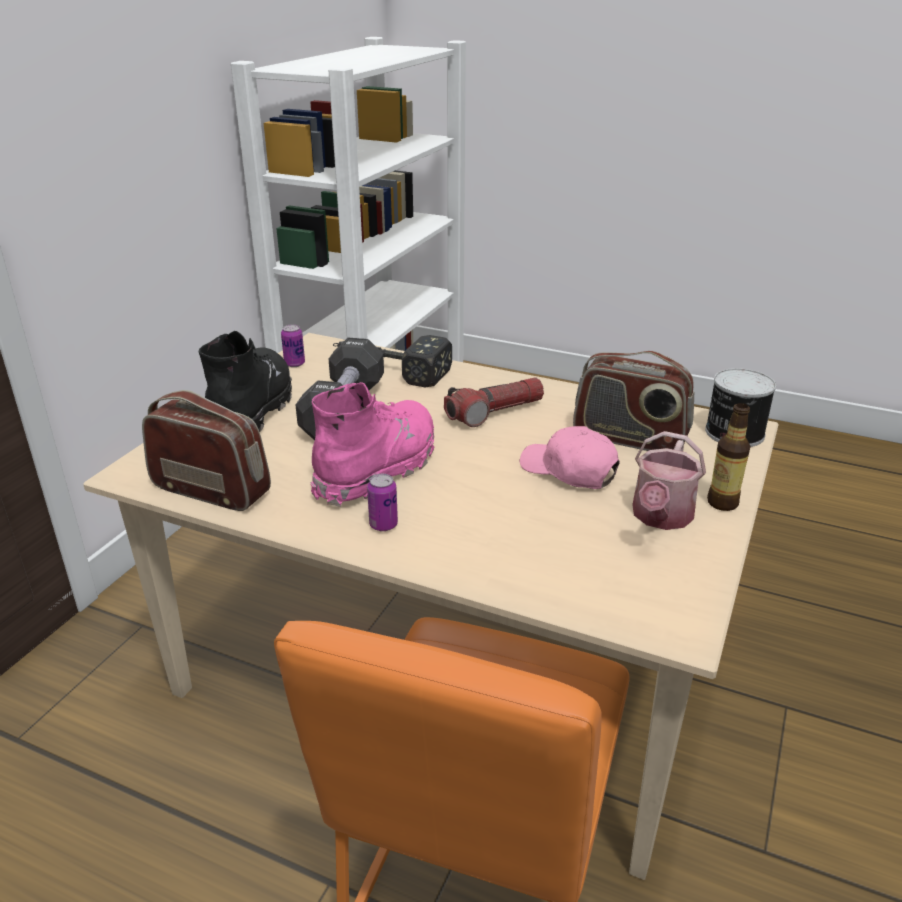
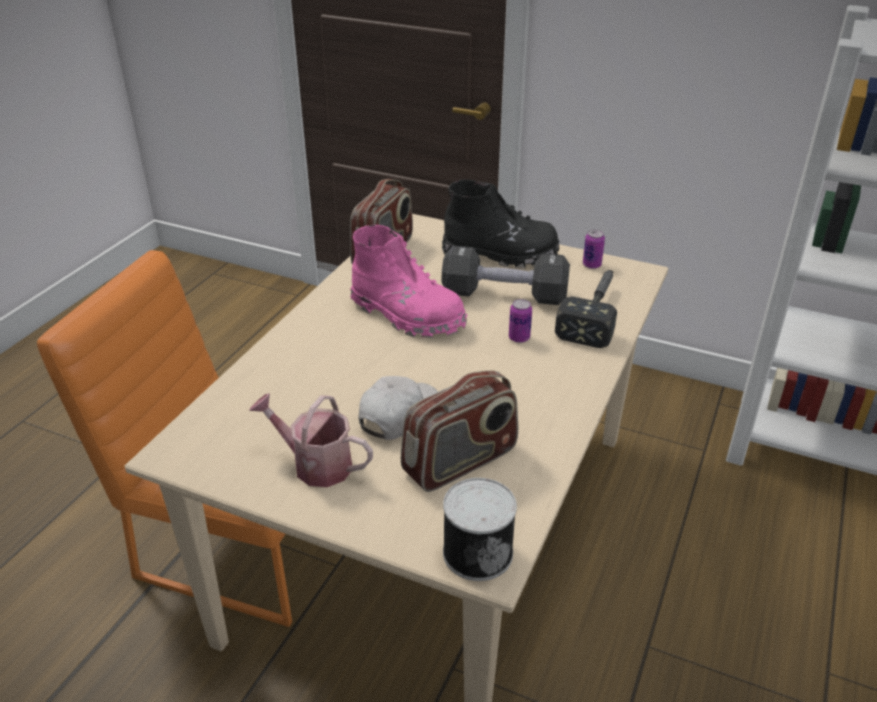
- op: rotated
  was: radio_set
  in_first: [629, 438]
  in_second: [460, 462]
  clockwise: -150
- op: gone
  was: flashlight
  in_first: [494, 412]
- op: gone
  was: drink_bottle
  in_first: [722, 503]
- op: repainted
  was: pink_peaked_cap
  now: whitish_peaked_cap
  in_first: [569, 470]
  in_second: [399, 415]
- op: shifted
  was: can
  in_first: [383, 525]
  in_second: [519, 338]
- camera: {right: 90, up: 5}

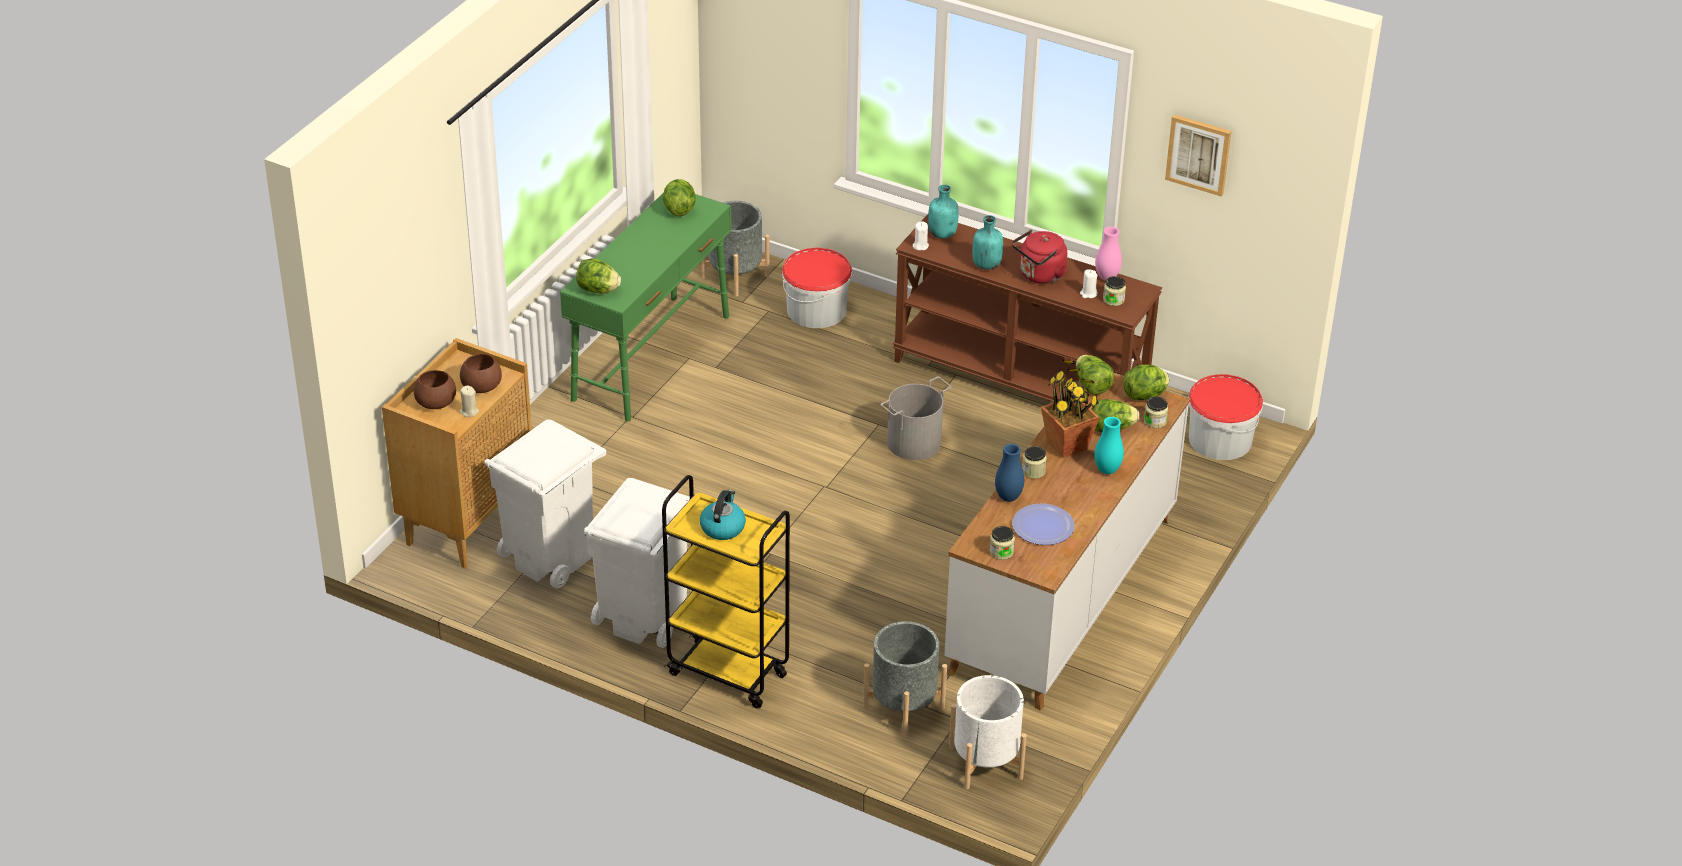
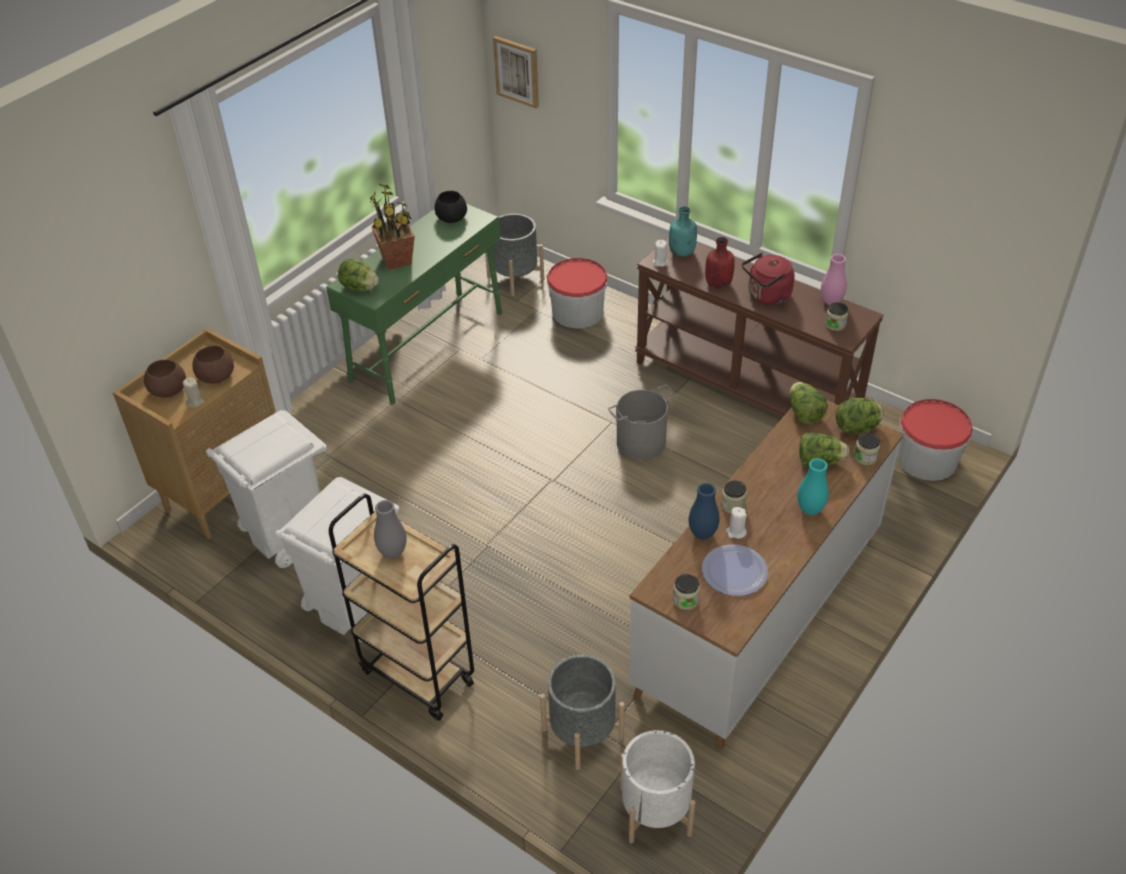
- op: shifted
  was: wall_art
  in_first: [1199, 154]
  in_second: [517, 71]
- op: swapped
  was: head_of_lettuce
  now: black-coloured_serving_bowl
  in_first: [678, 209]
  in_second: [451, 218]
- op: repainted
  was: turquoise_drink_bottle
  now: red_drink_bottle
  in_first: [986, 265]
  in_second: [718, 283]
- op: shifted
  was: whitish_wax_light
  in_first: [1088, 294]
  in_second: [736, 532]
- op: shifted
  was: plant_in_a_pot
  in_first: [1067, 445]
  in_second: [397, 260]
- op: repainted
  was: yellow_wheeled_cart
  now: brownish_wheeled_cart
  in_first: [725, 675]
  in_second: [415, 678]
- op: swapped
  was: kettle
  now: grey_flower_vase
  in_first: [722, 527]
  in_second: [393, 552]
- camera: {right: 10, up: 5}

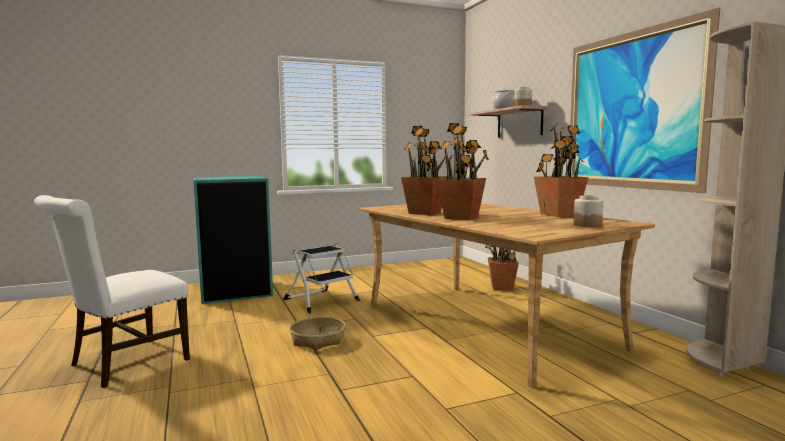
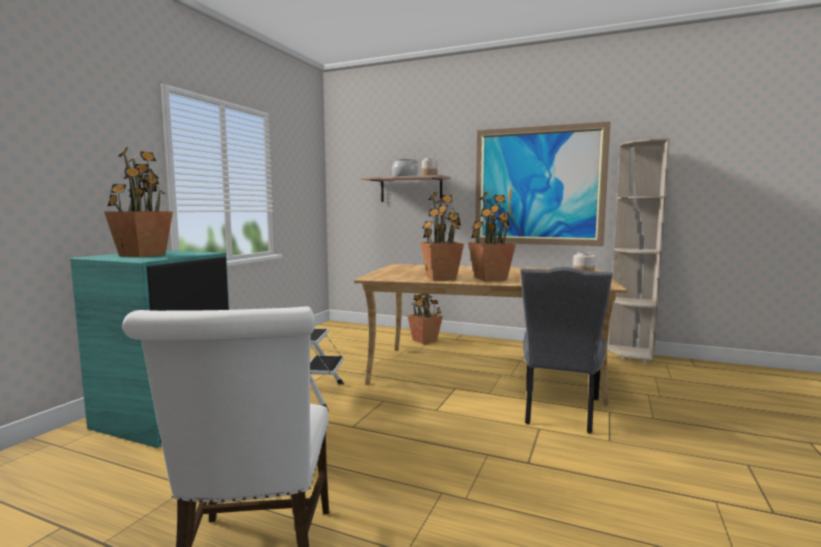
- op: shifted
  was: plant_in_a_pot
  in_first: [559, 214]
  in_second: [143, 255]
- op: gone
  was: basket
  in_first: [318, 340]
- op: new
  now: grey_chair
  in_second: [559, 409]
- camera: {right: -45, up: 0}

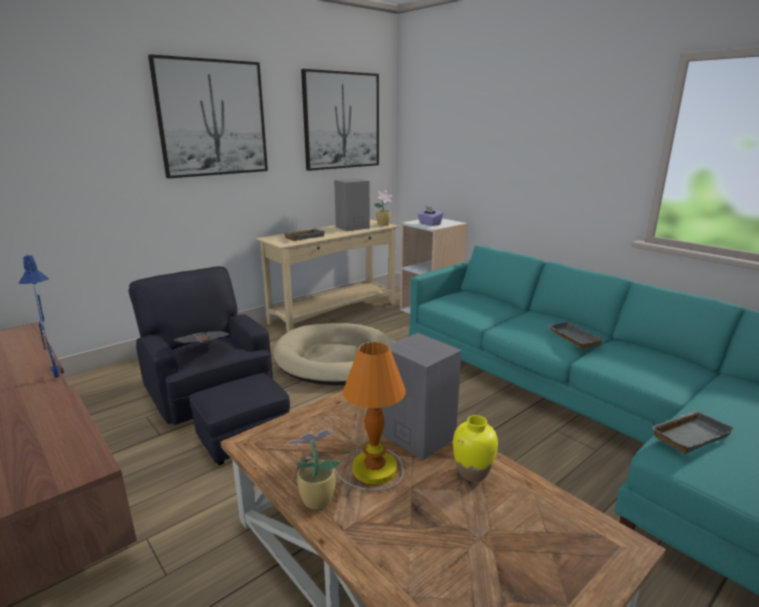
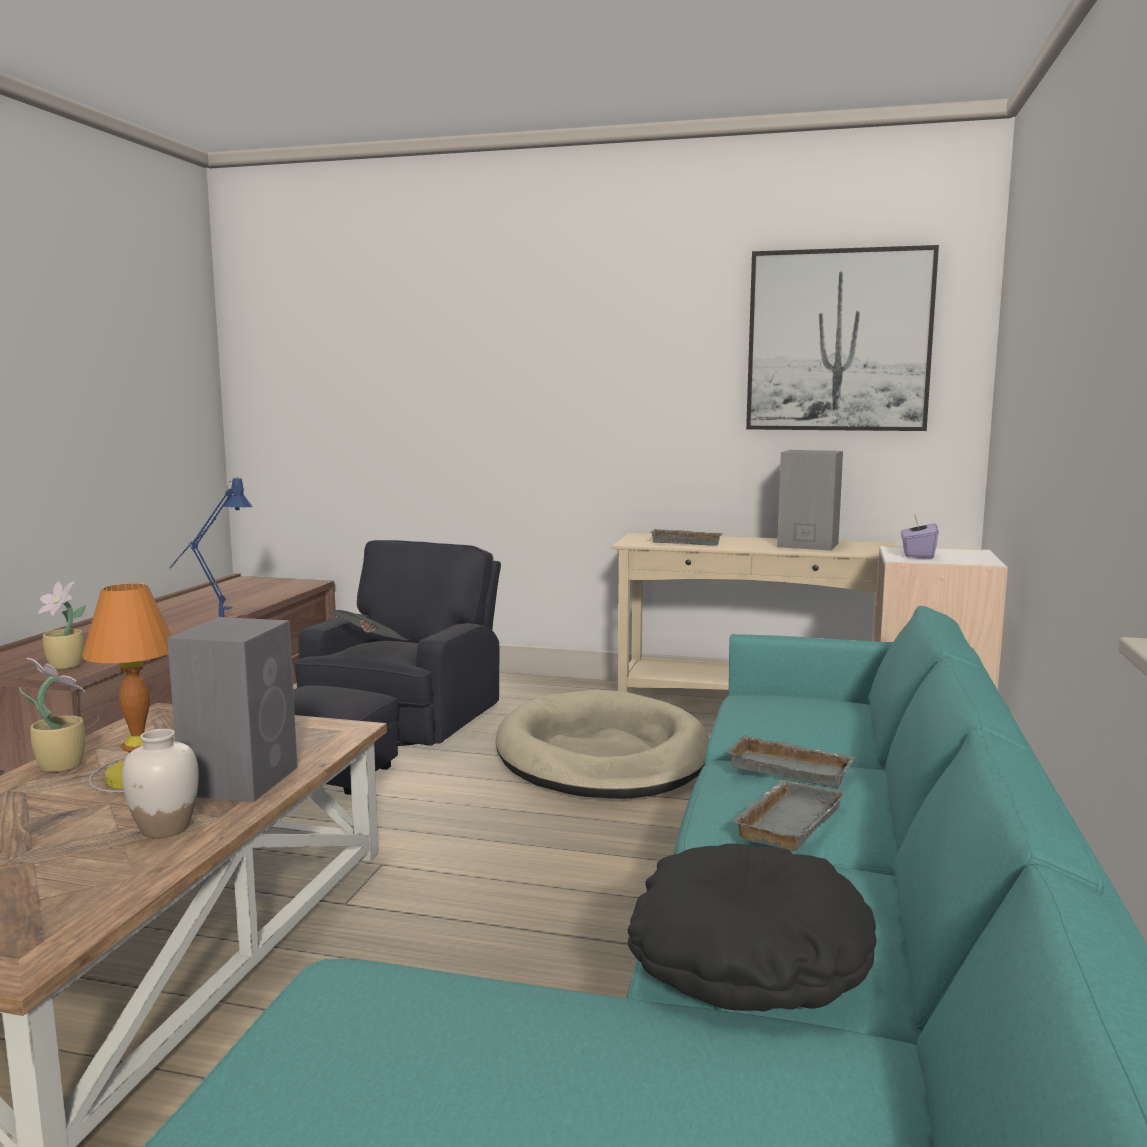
- op: gone
  was: wall_art
  in_first: [212, 118]
- op: shifted
  was: plant_in_a_pot
  in_first: [384, 225]
  in_second: [66, 666]
- op: shifted
  was: grey_tray
  in_first: [688, 435]
  in_second: [792, 768]
- op: repainted
  was: yellow_flower_vase
  now: whitish_flower_vase
  in_first: [473, 473]
  in_second: [164, 829]
- op: new
  now: black-coloured_throw_pillow
  in_second: [752, 960]
- camera: {right: 55, up: -10}

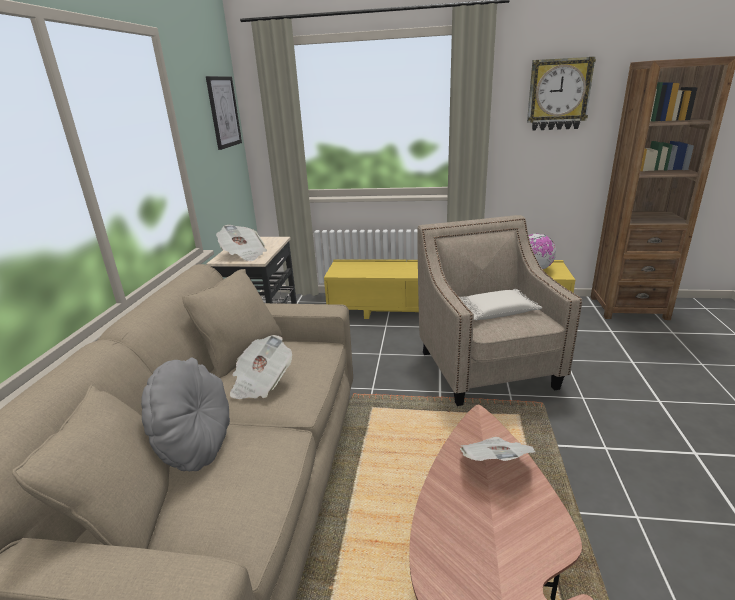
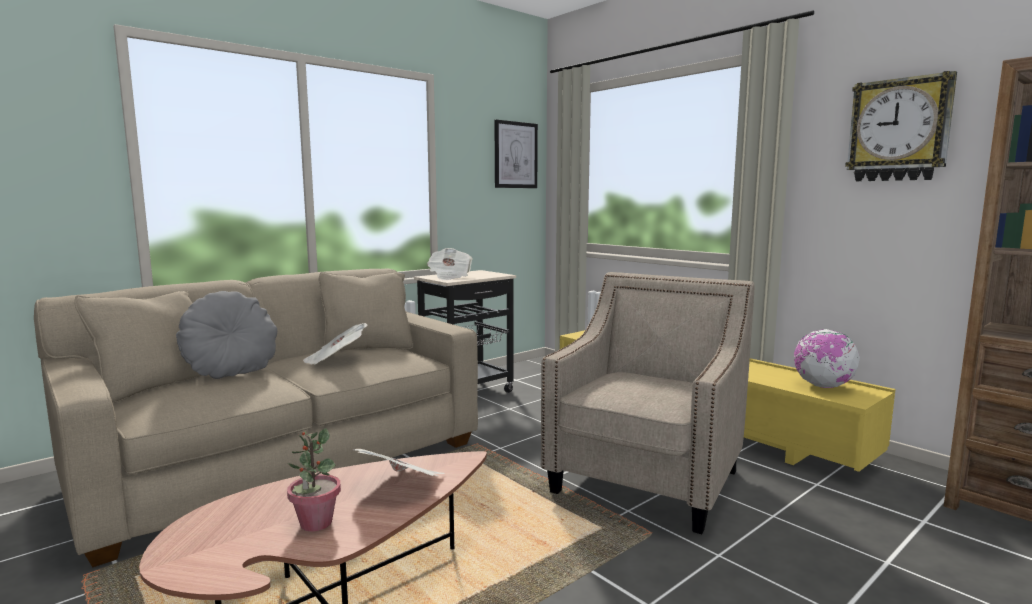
- op: gone
  was: whitish_throw_pillow
  in_first: [496, 309]
- op: new
  now: plant_in_a_pot
  in_second: [316, 523]
- camera: {right: 40, up: -15}

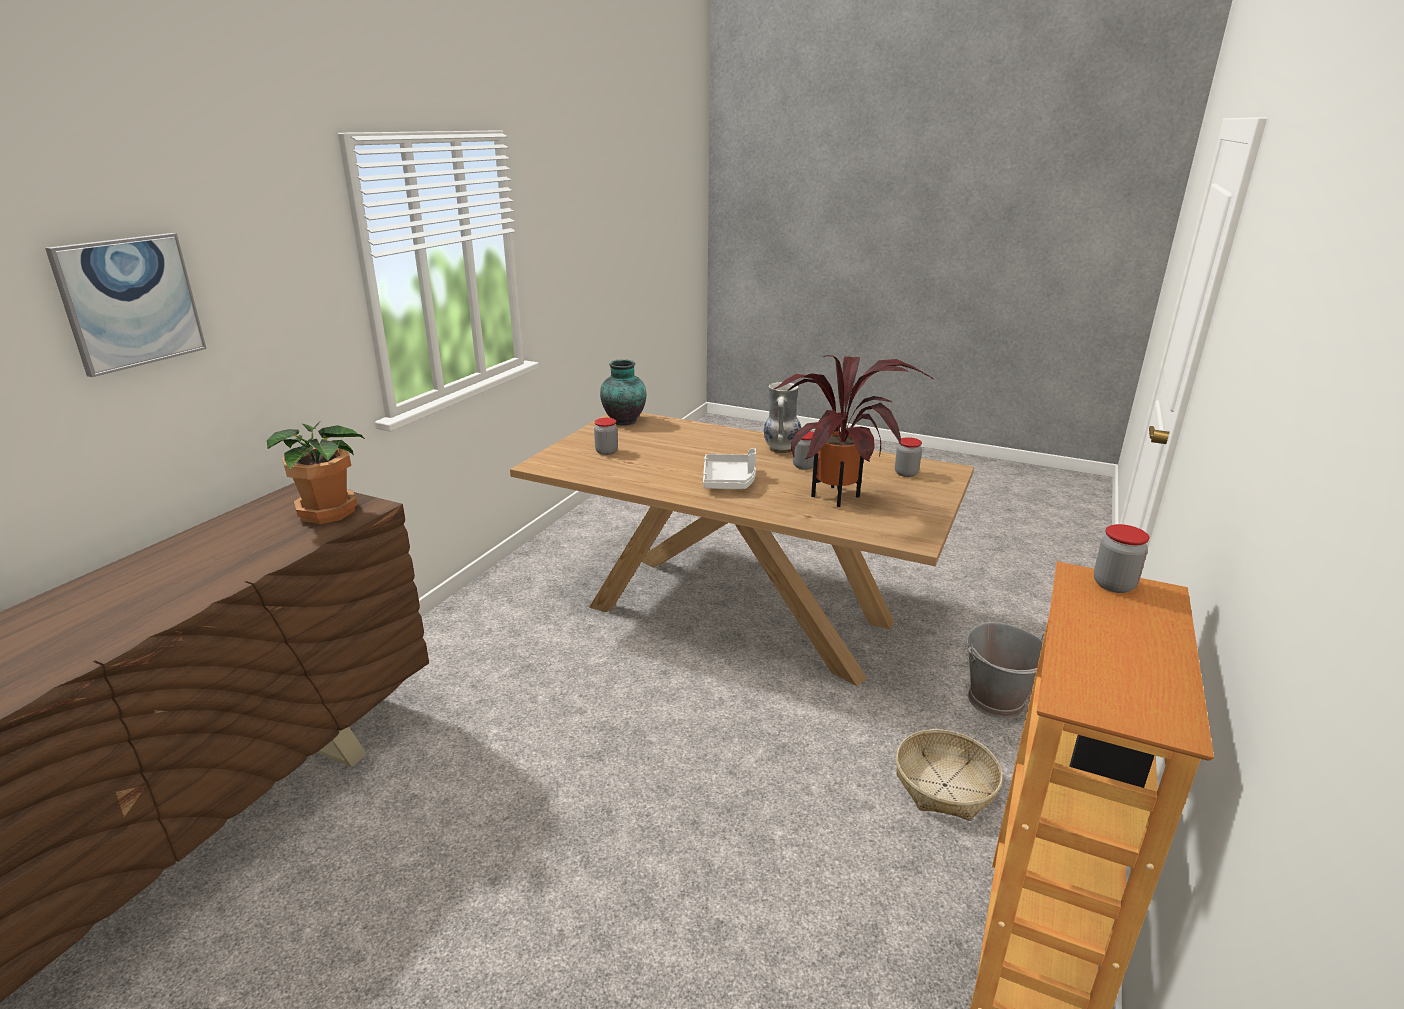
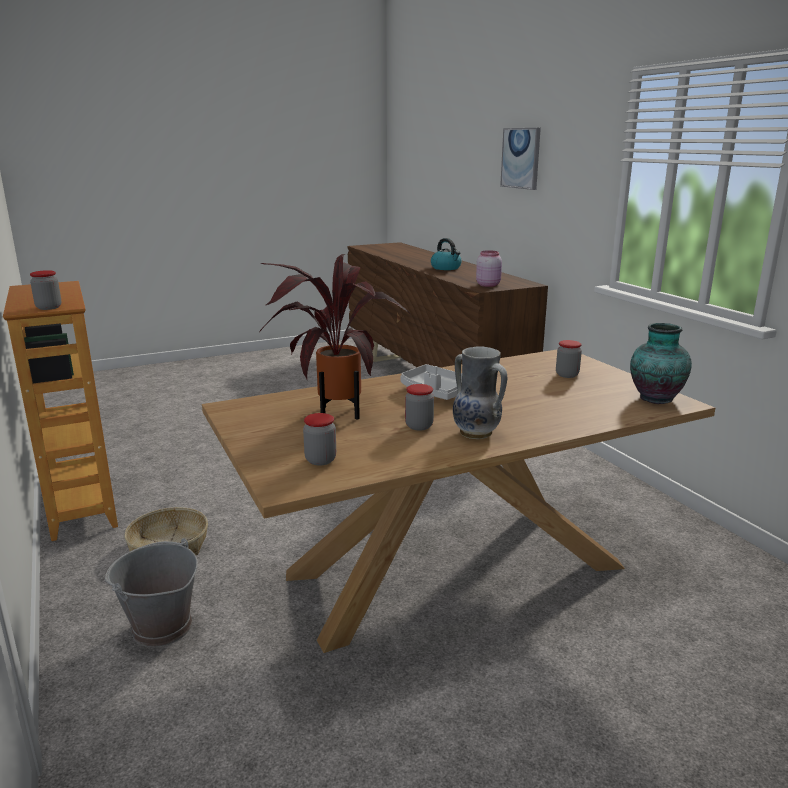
- op: swapped
  was: plant_in_a_pot
  now: pink_preserve_jar
  in_first: [330, 512]
  in_second: [488, 285]
- op: new
  now: kettle
  in_second: [446, 268]
- camera: {right: 130, up: -5}

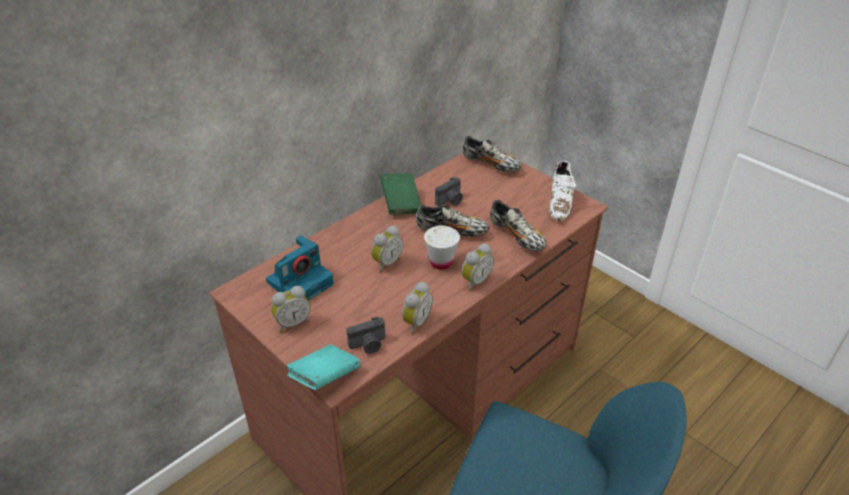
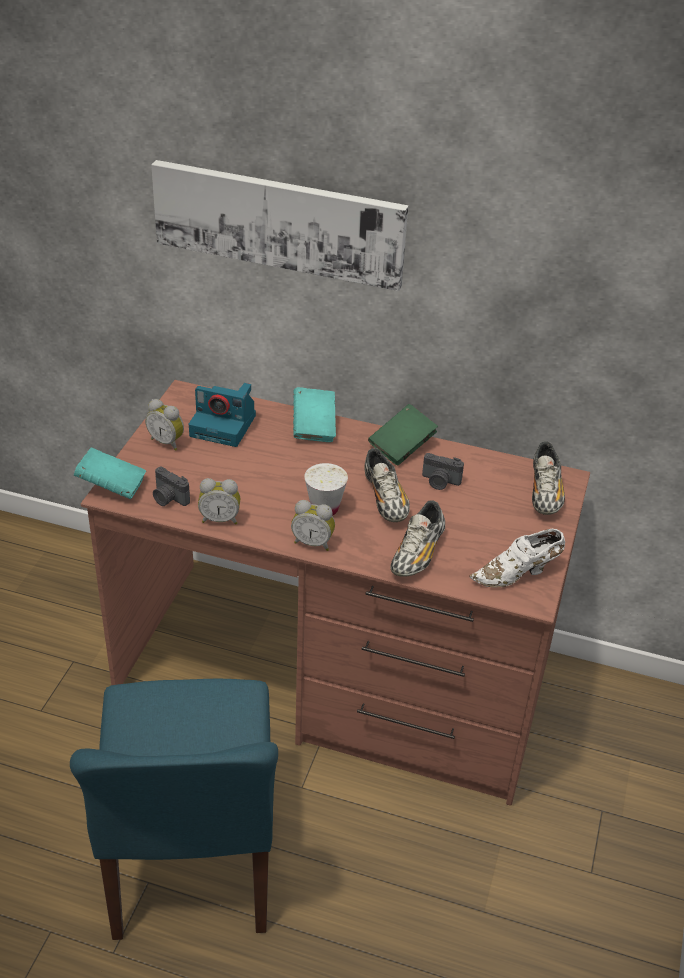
- op: gone
  was: bedside_clock
  in_first: [386, 263]
- op: new
  now: wall_art
  in_second: [279, 222]
- op: new
  now: turquoise_volume
  in_second: [314, 427]
- camera: {right: 60, up: 0}

